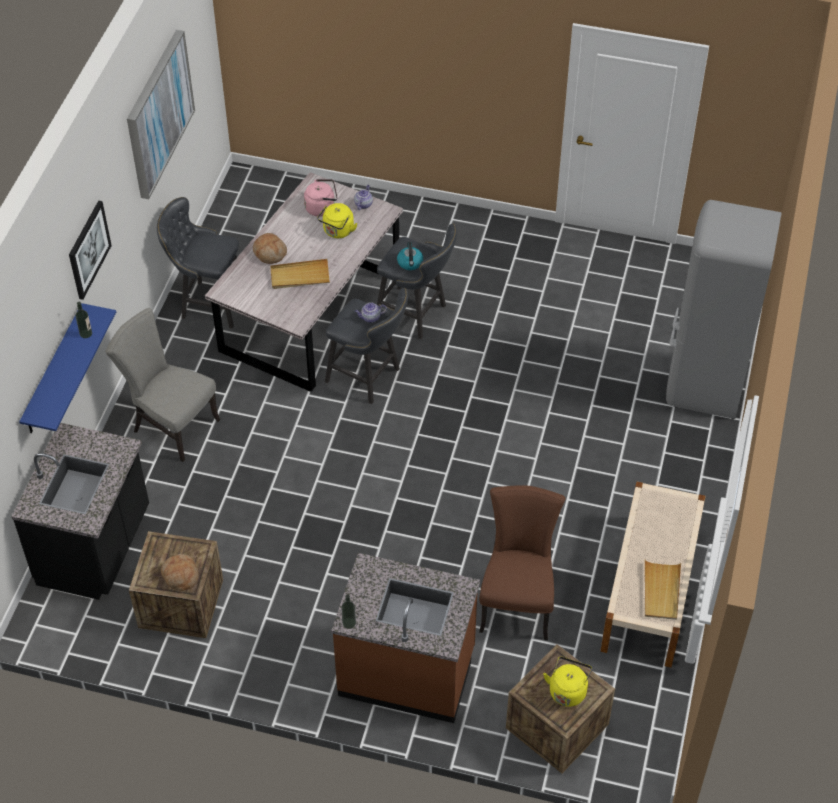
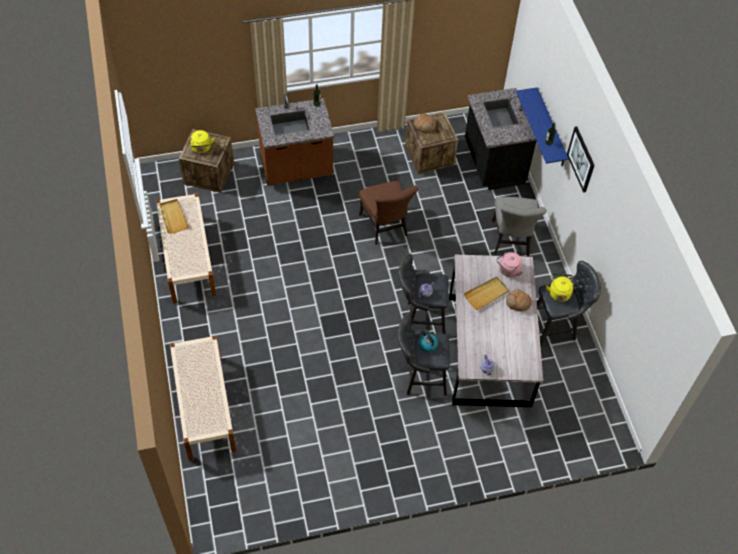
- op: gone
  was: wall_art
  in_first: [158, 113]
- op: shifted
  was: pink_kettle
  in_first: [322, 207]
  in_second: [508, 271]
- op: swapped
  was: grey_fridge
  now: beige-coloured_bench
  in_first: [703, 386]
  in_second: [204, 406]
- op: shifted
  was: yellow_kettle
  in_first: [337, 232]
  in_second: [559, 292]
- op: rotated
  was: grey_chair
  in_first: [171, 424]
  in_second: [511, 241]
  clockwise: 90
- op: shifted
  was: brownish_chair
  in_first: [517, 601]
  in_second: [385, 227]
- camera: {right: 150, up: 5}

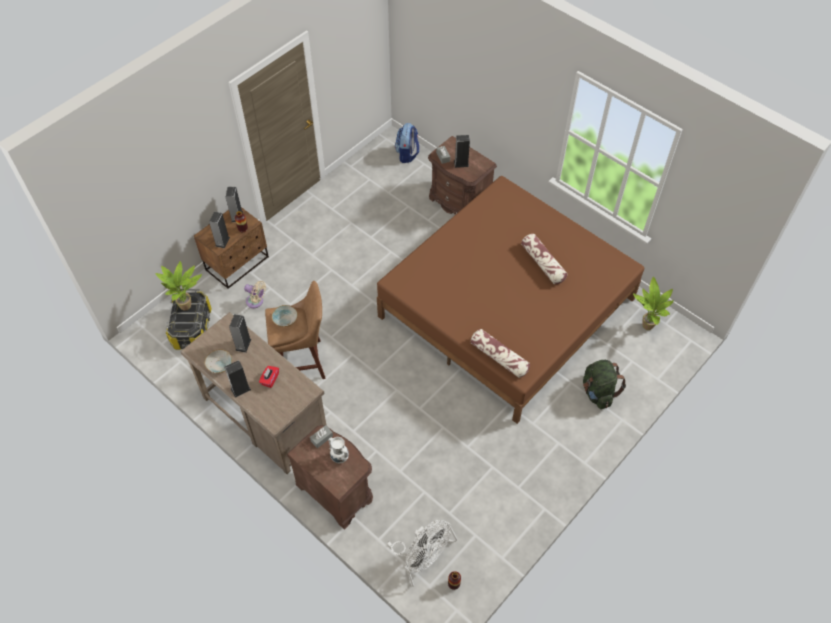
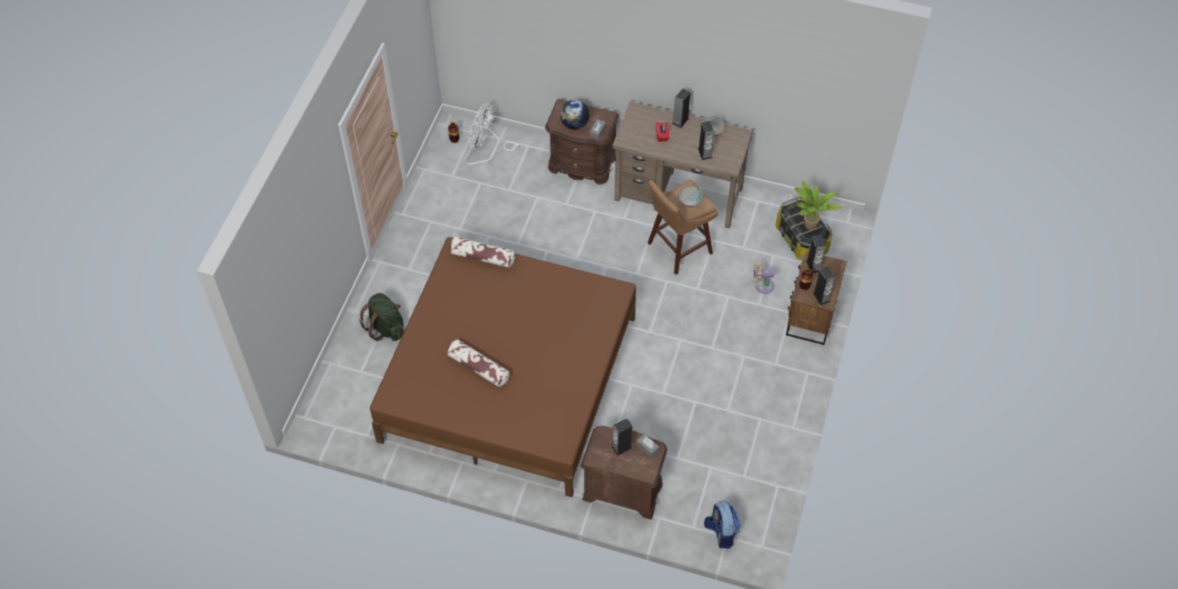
- op: gone
  was: plant_in_a_pot
  in_first: [645, 326]
- op: swapped
  was: whitish_flower_vase
  now: world_globe
  in_first: [340, 457]
  in_second: [574, 124]
- camera: {right: 155, up: 0}

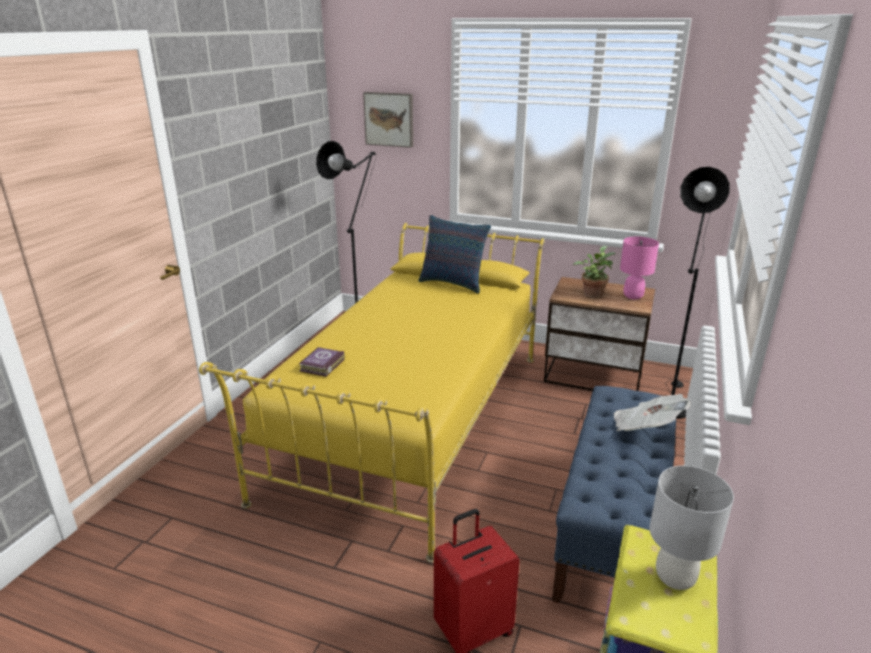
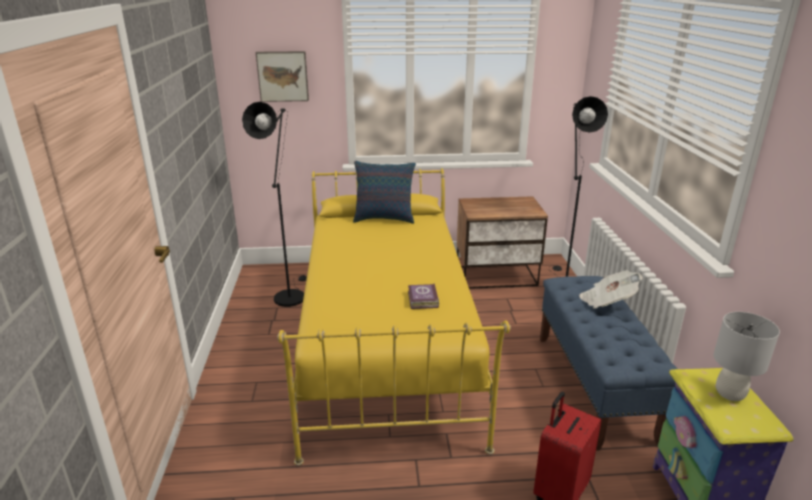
- op: gone
  was: pink_lamp_for_a_table
  in_first: [632, 297]
- op: gone
  was: plant_in_a_pot
  in_first: [592, 293]
- op: shifted
  was: volume
  in_first: [321, 365]
  in_second: [422, 300]
- camera: {right: -25, up: 0}

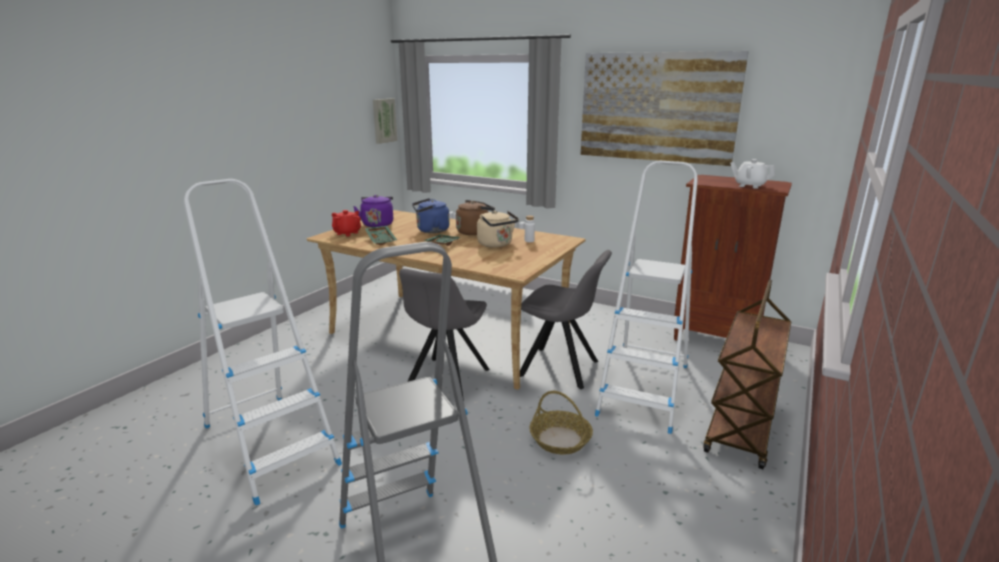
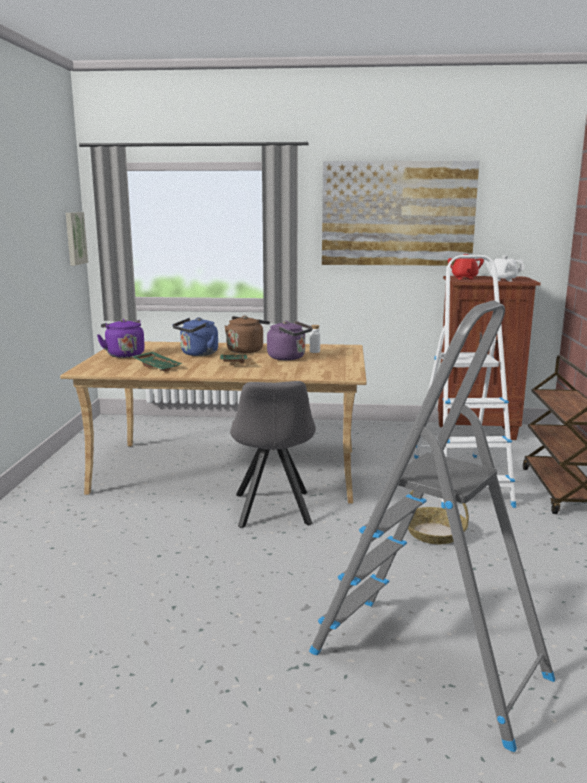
- op: gone
  was: whitish_step_ladder
  in_first: [270, 444]
- op: shifted
  was: red_tea_pot
  in_first: [347, 233]
  in_second: [464, 278]
- op: repainted
  was: beige-coloured_kettle
  now: purple_kettle
  in_first: [496, 244]
  in_second: [289, 358]
- op: gone
  was: grey_chair
  in_first: [560, 368]
- camera: {right: -25, up: -5}

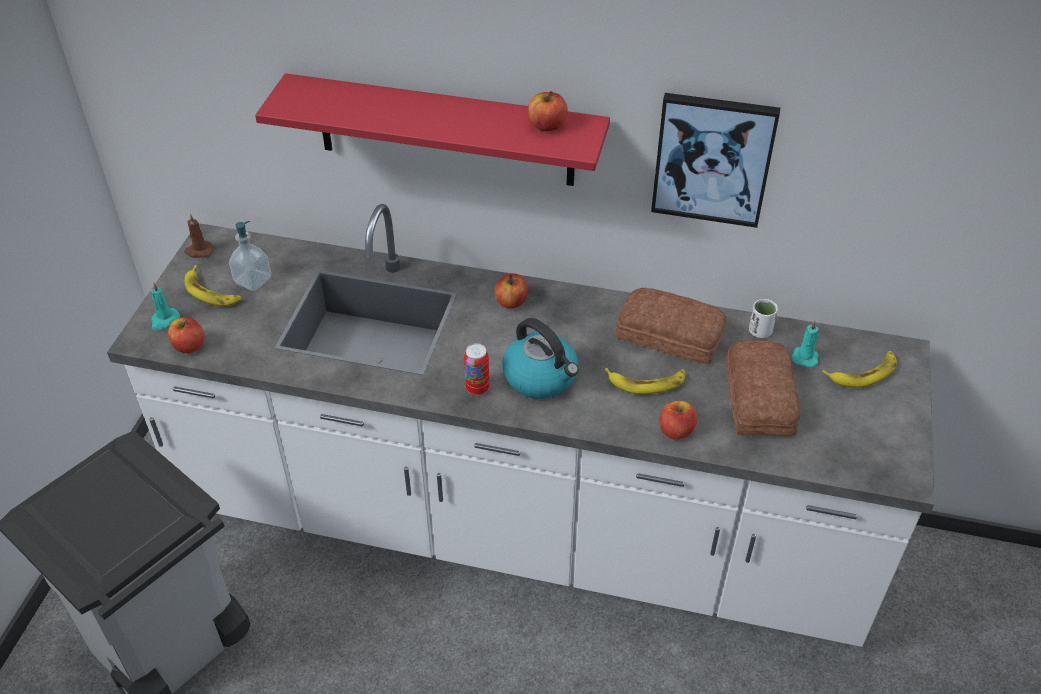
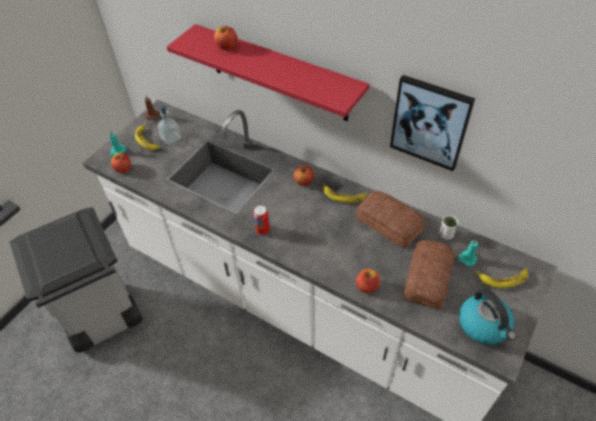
- op: shifted
  was: whole_apple
  in_first: [547, 125]
  in_second: [227, 46]
- op: shifted
  was: kettle
  in_first: [541, 377]
  in_second: [484, 325]
- op: shifted
  was: whole_banana
  in_first: [646, 382]
  in_second: [343, 195]
- camera: {right: 20, up: 5}

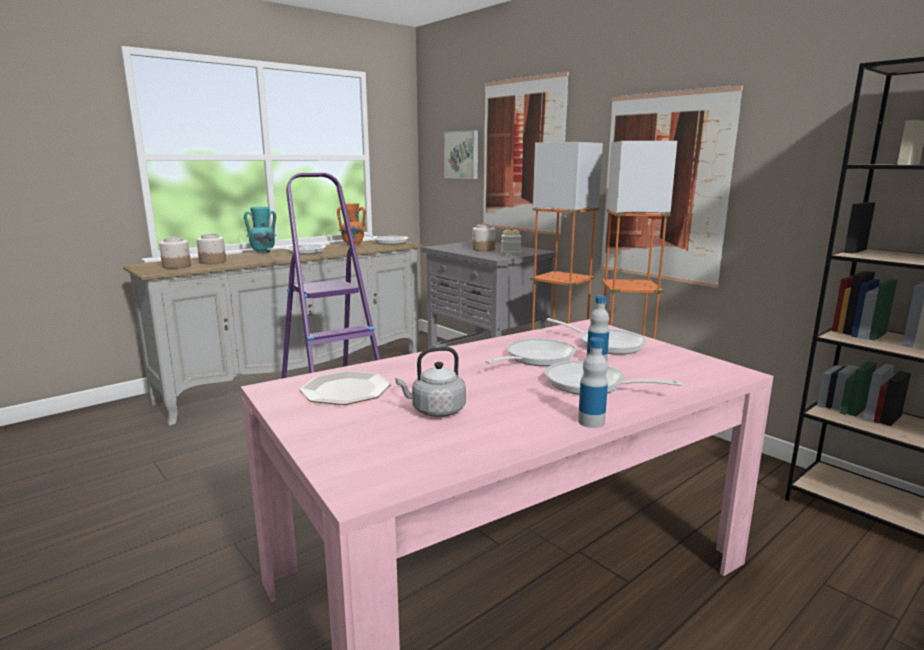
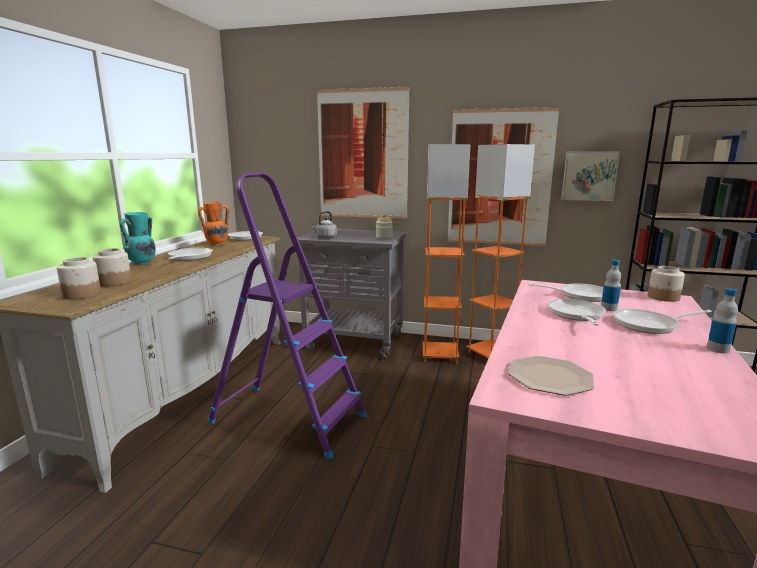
- op: shifted
  was: wall_art
  in_first: [462, 155]
  in_second: [589, 175]
- op: shifted
  was: preserve_jar
  in_first: [483, 249]
  in_second: [663, 297]
- op: shifted
  was: grey_kettle
  in_first: [435, 411]
  in_second: [325, 237]
- camera: {right: -35, up: 0}

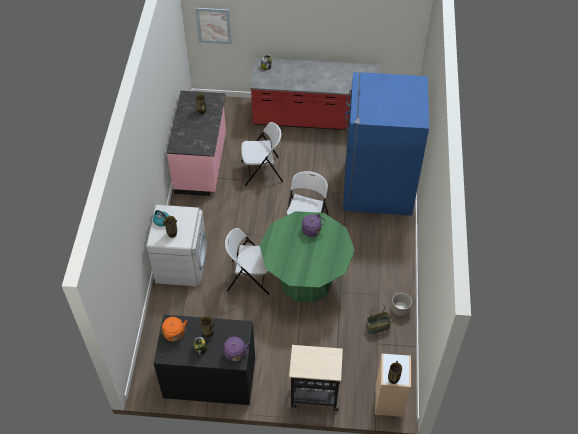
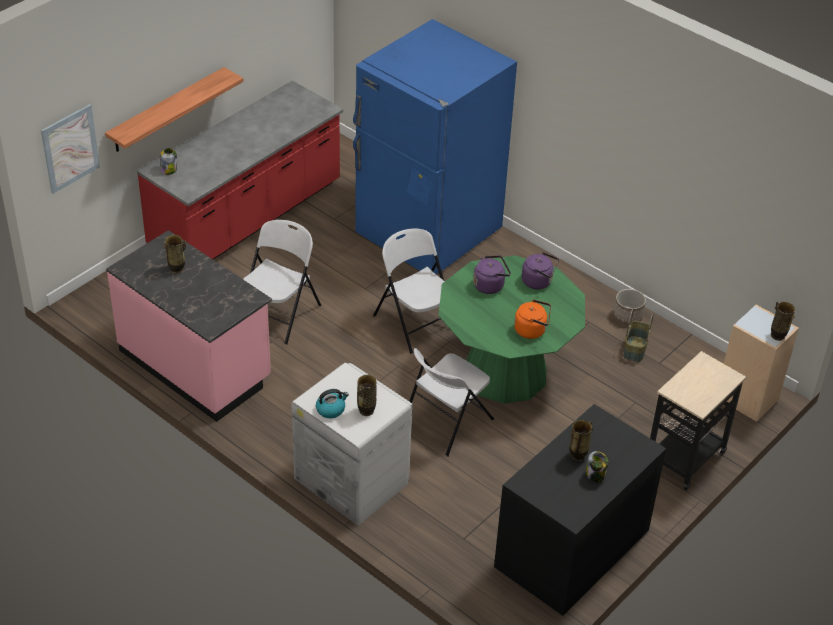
- op: shifted
  was: orange-coloured_kettle
  in_first: [175, 334]
  in_second: [532, 330]
- op: shifted
  was: purple_kettle
  in_first: [235, 354]
  in_second: [539, 282]
- op: new
  now: bracket_shelf
  in_second: [167, 110]
- camera: {right: -55, up: -10}

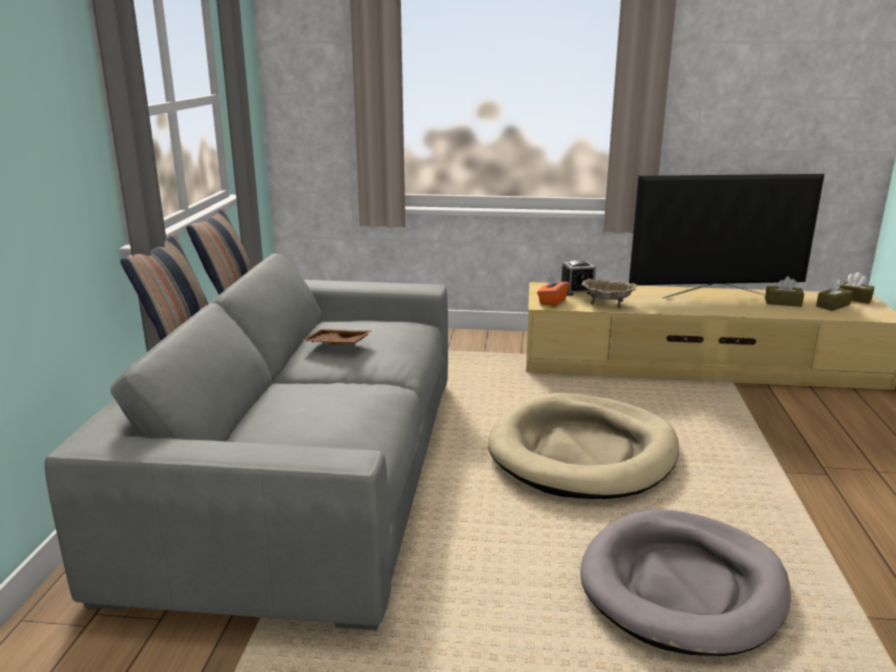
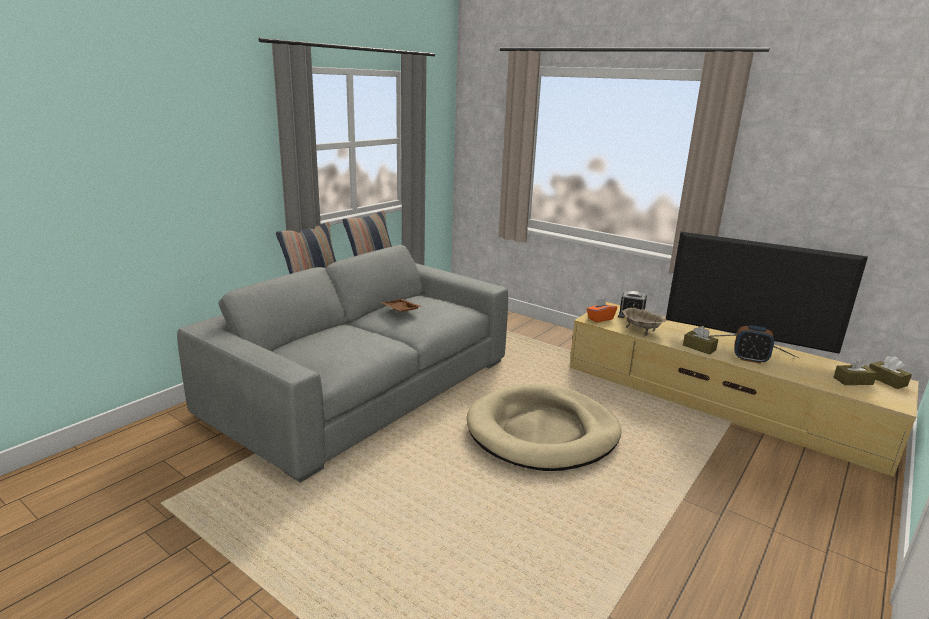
- op: shifted
  was: brownish_box_of_tissues
  in_first: [783, 302]
  in_second: [699, 348]
- op: gone
  was: grey_dog_cushion
  in_first: [682, 586]
- op: new
  now: bedside_clock
  in_second: [750, 359]
- camera: {right: 30, up: 0}

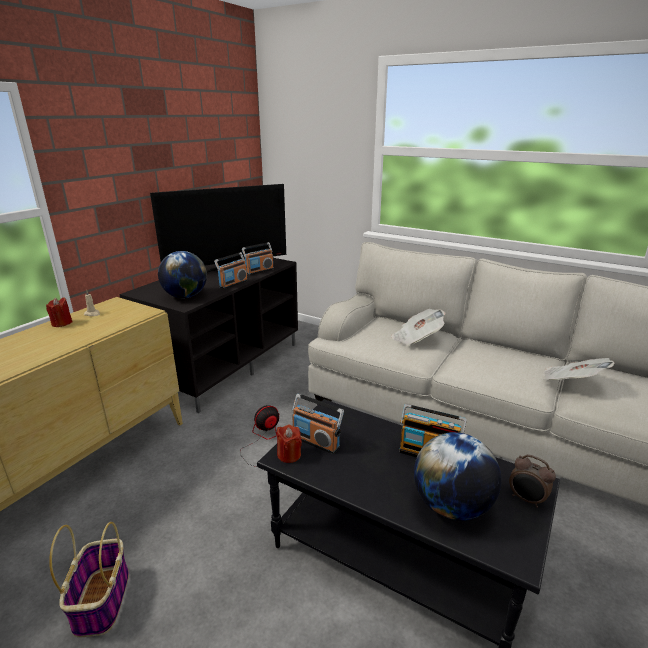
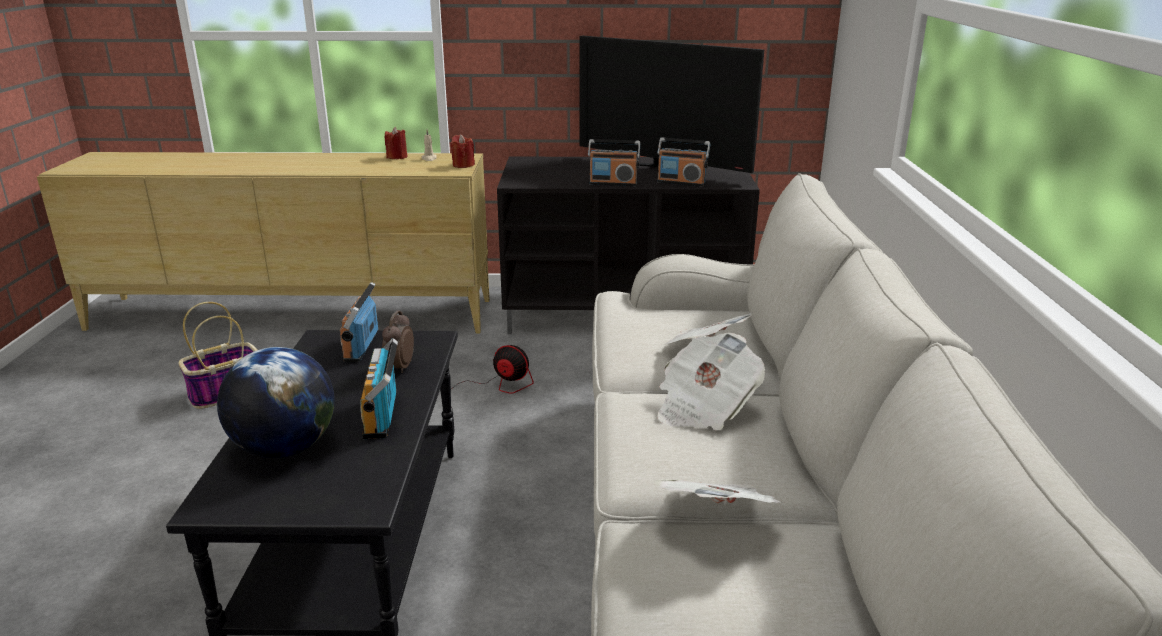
- op: gone
  was: world_globe
  in_first: [185, 296]
- op: shifted
  was: red_wax_light
  in_first: [289, 455]
  in_second: [463, 165]
- op: shifted
  was: bedside_clock
  in_first: [526, 499]
  in_second: [399, 368]
- op: new
  now: newspaper
  in_second: [704, 407]
- camera: {right: 60, up: 0}

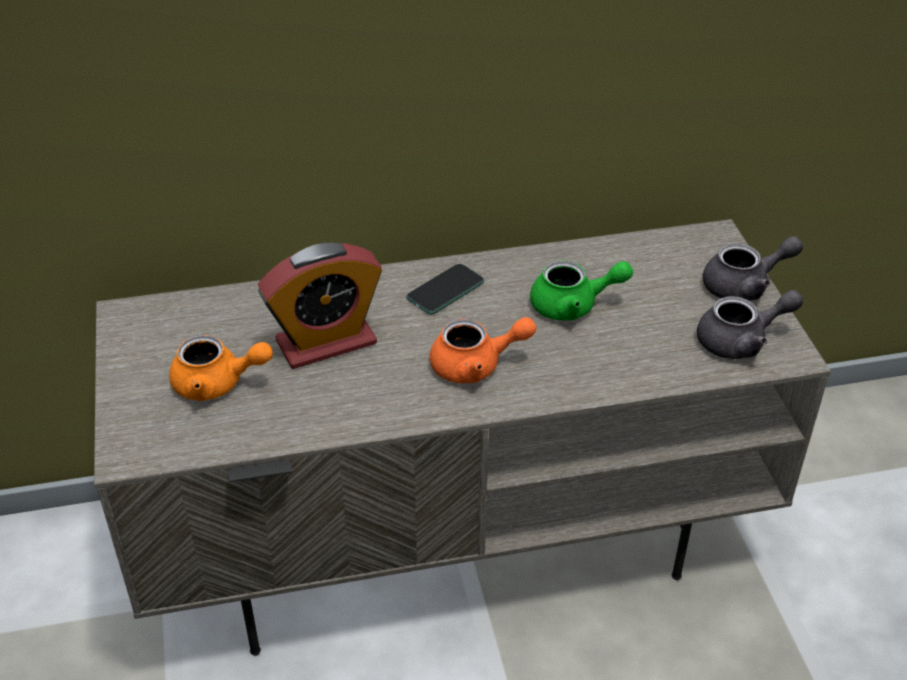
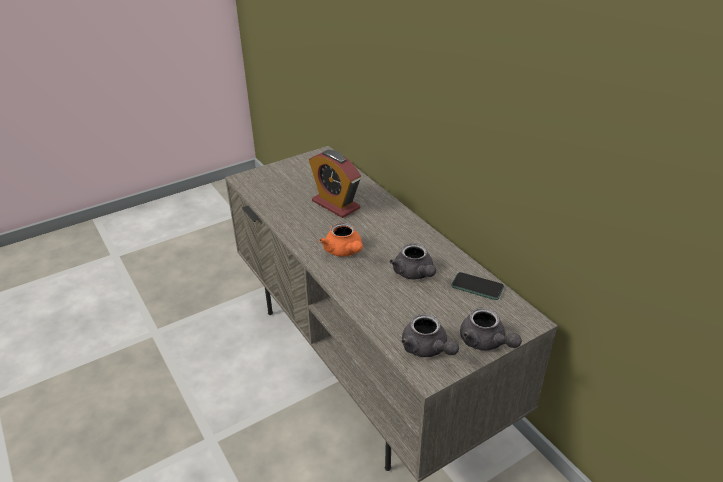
- op: repainted
  was: greenish_tea_pot
  now: grey_tea_pot
  in_first: [573, 305]
  in_second: [415, 274]
- op: shifted
  was: handset
  in_first: [445, 290]
  in_second: [477, 287]
- op: gone
  was: orange-coloured_tea_pot
  in_first: [217, 384]
- camera: {right: 70, up: -5}

